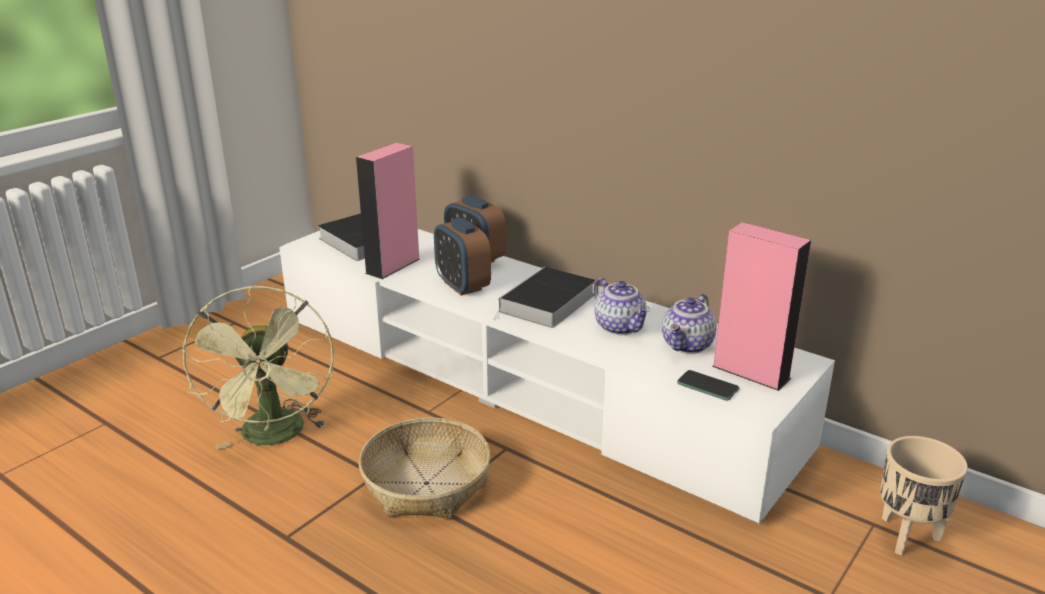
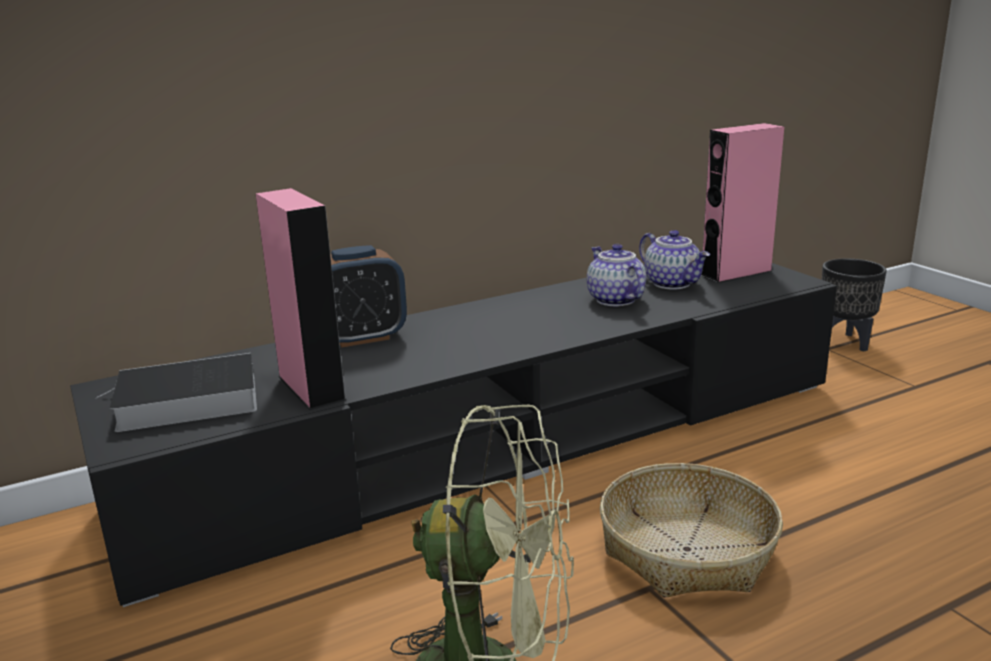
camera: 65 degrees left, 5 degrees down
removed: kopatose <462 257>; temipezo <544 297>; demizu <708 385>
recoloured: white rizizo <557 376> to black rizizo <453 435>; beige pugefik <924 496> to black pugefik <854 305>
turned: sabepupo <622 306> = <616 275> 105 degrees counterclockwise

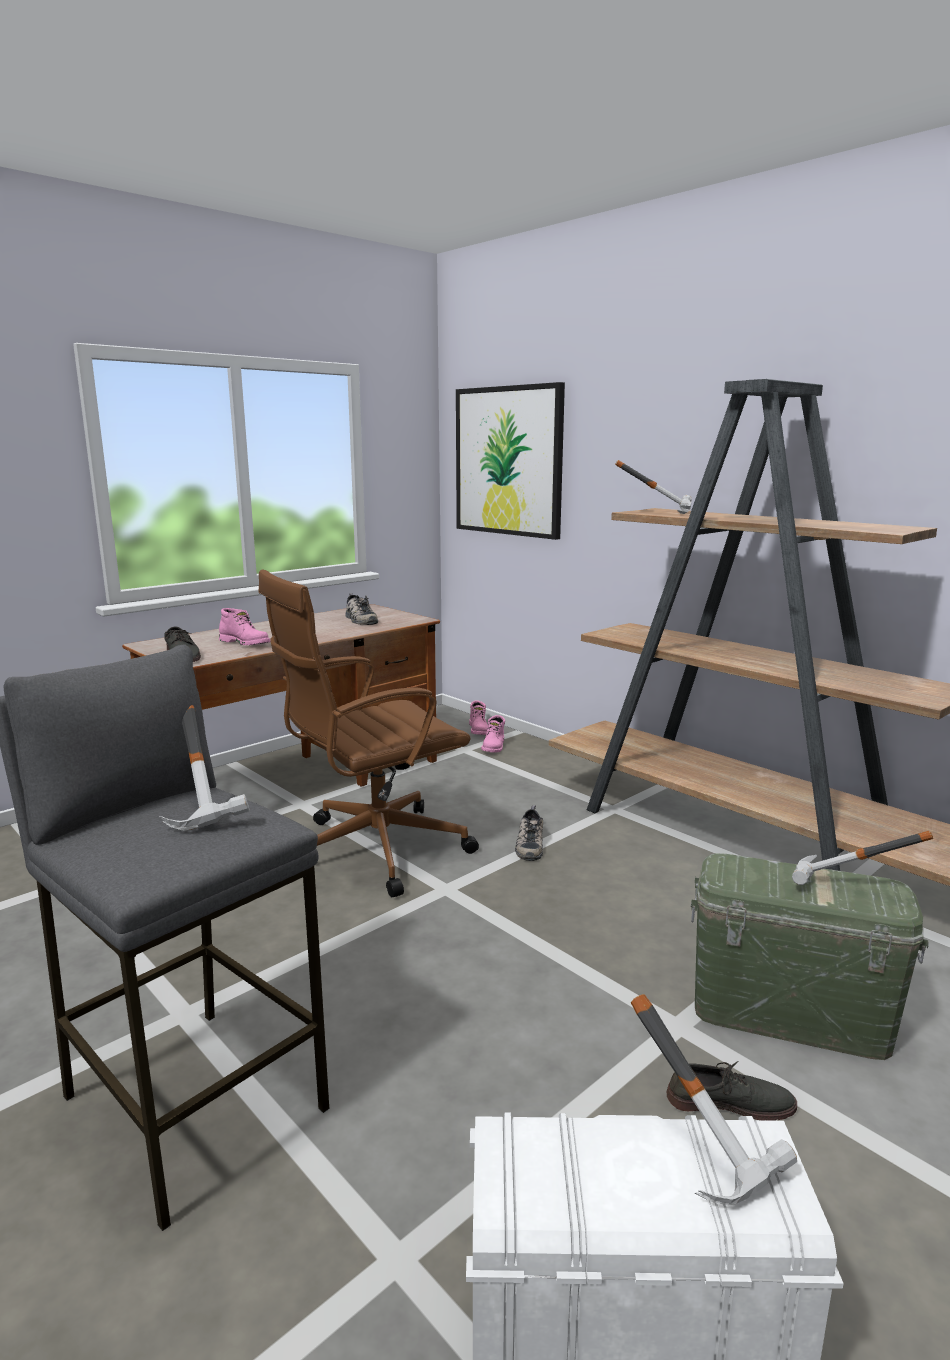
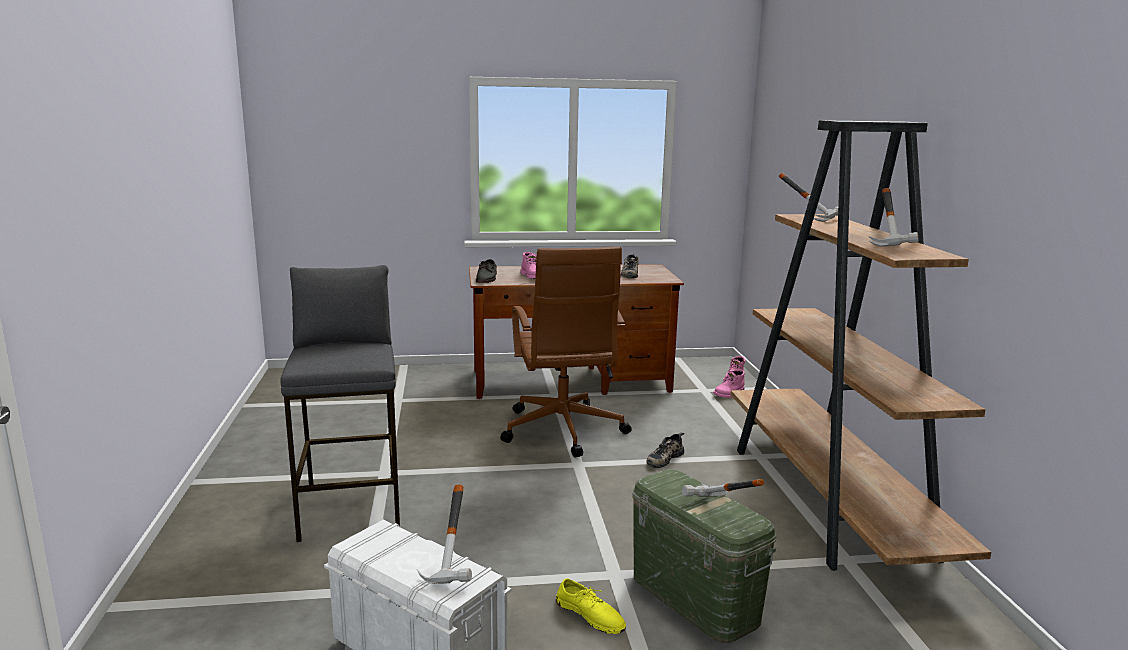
camera: 35 degrees right, 0 degrees up
removed: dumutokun <510 461>
moved: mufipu <204 768> to <893 217>
recoloured: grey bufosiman <731 1091> to yellow bufosiman <591 606>
turned: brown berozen <368 733> = <566 352> 105 degrees counterclockwise

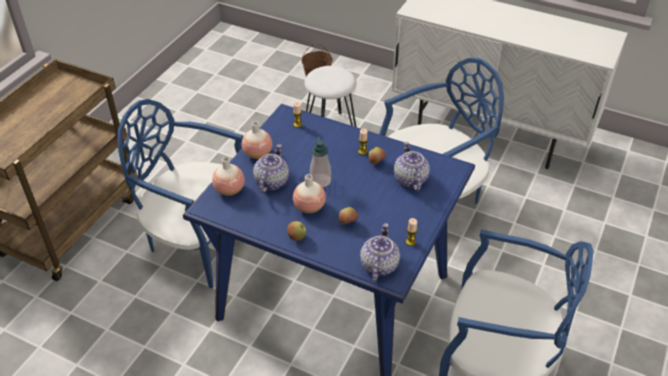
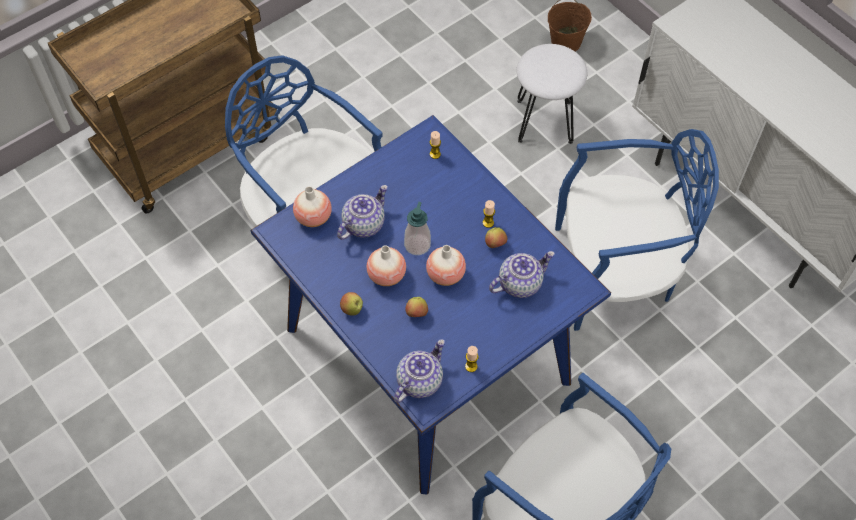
camera: 25 degrees right, 15 degrees up
moved: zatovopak <257 140> to <446 265>
turned: sabepupo <412 166> = <522 274> 45 degrees clockwise

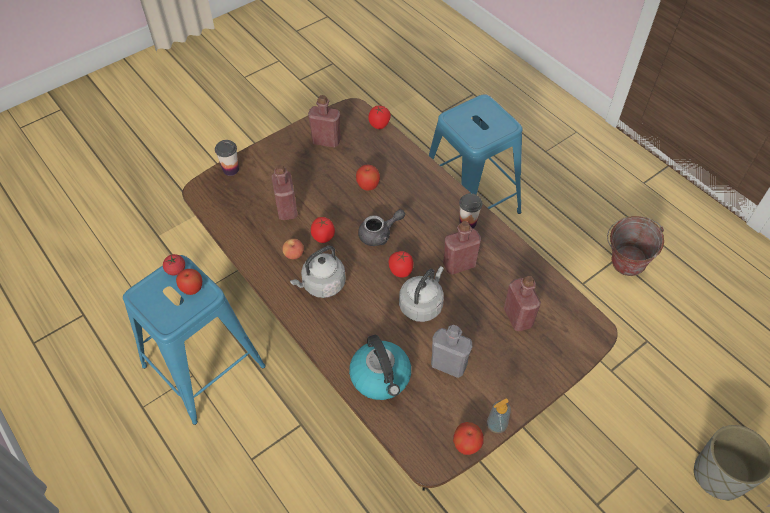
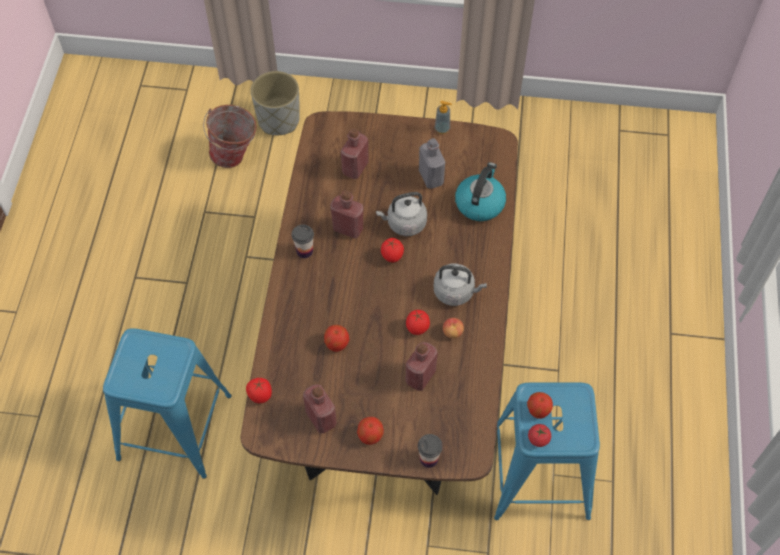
camera: 135 degrees left, 5 degrees up
removed: grey sabepupo <381 227>
moved: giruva <468 438> to <370 431>; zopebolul <635 246> to <230 136>

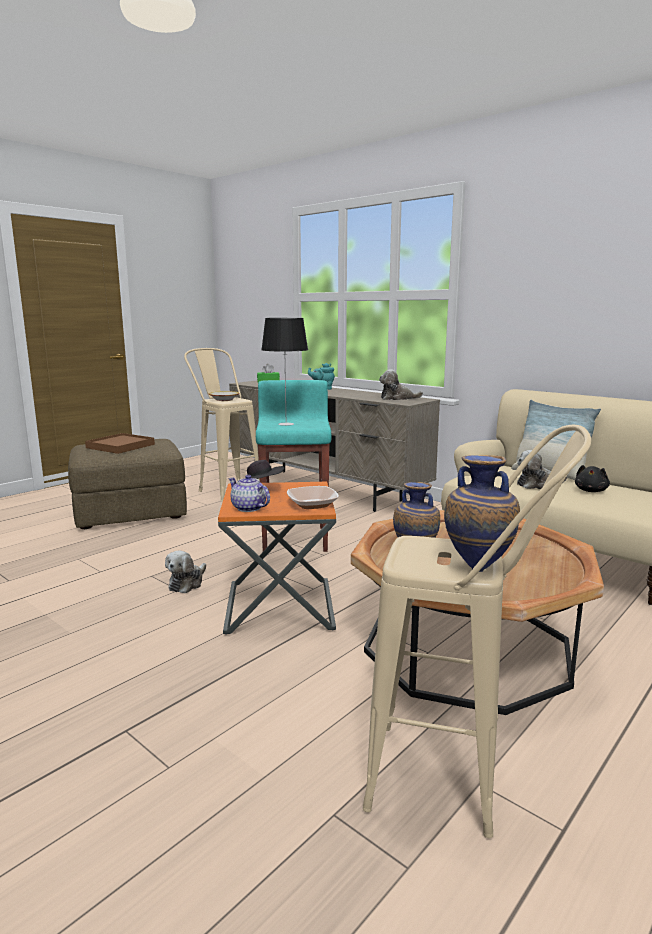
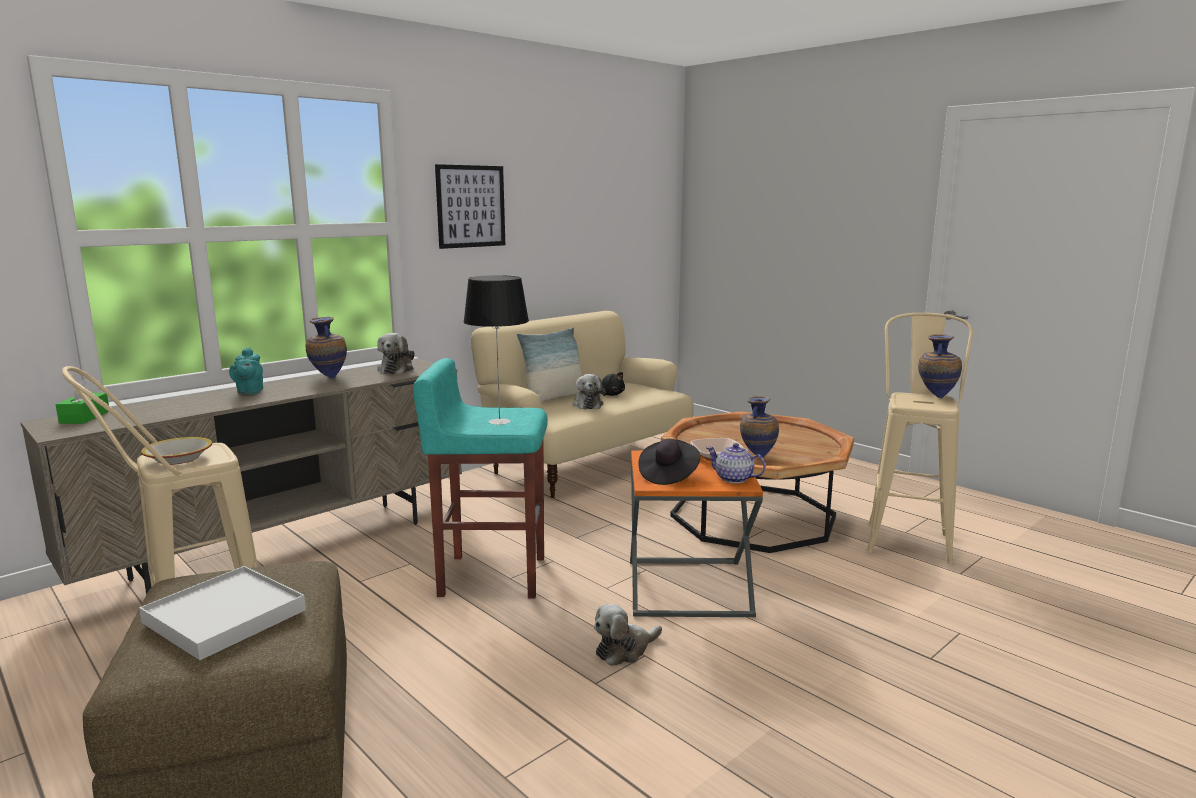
camera: 85 degrees left, 0 degrees up
added: zatovopak <326 347>; dumutokun <470 206>
recoloured: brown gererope <120 443> to white gererope <222 613>
turned: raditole <185 572> = <628 635> 120 degrees clockwise; sabepupo <249 493> = <736 463> 75 degrees clockwise

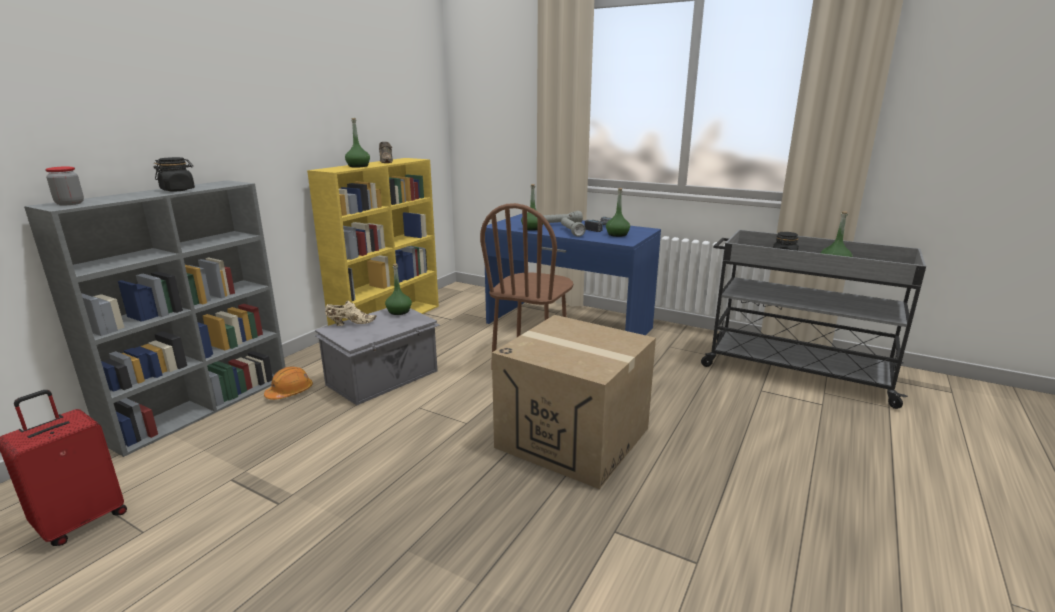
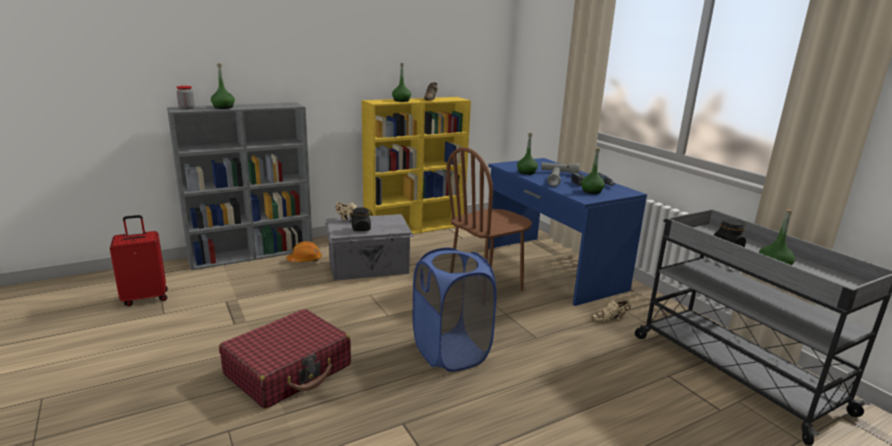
camera: 30 degrees right, 0 degrees up
added: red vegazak <285 359>; beige bufosiman <610 310>
moved: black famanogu <174 174> to <361 219>; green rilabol <398 289> to <223 86>
replaced: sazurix <574 402> to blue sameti <455 310>

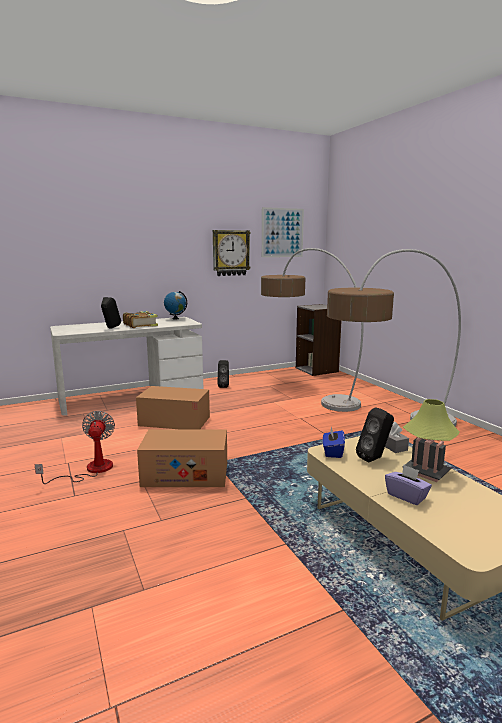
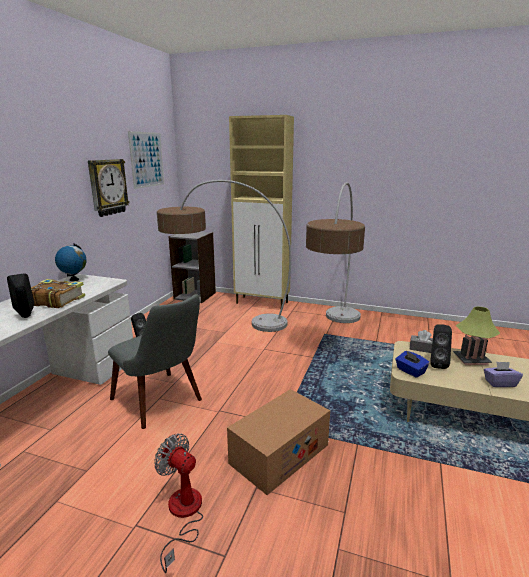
camera: 45 degrees left, 5 degrees up
added: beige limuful <261 210>
replaced: sazurix <173 407> to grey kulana <155 361>

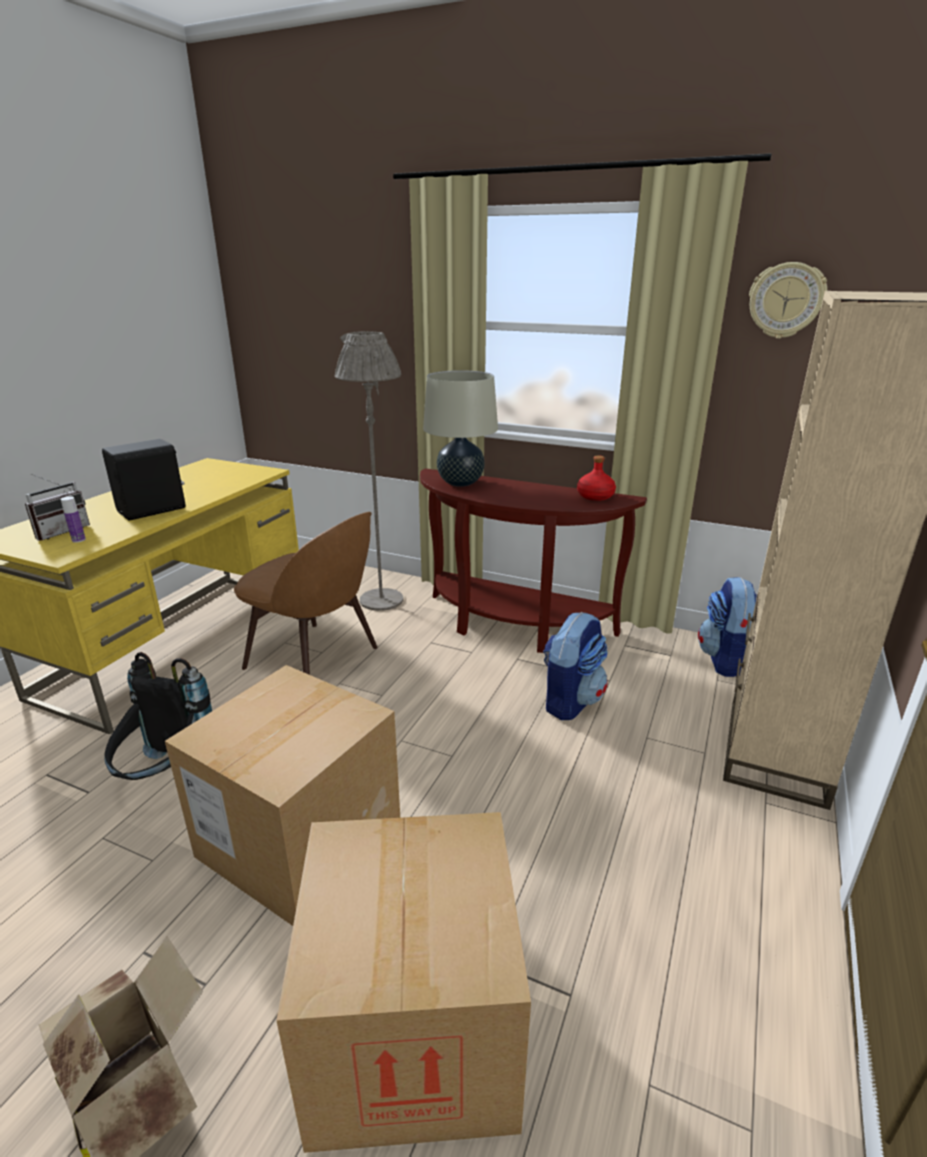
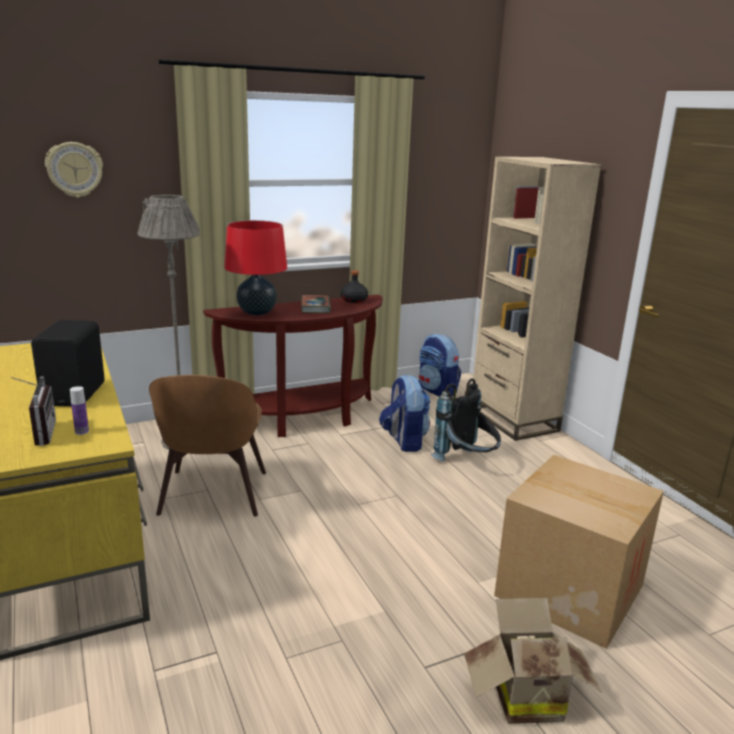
camera: 50 degrees left, 5 degrees down
removed: sazurix <282 795>
added: temipezo <316 304>
moved: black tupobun <158 716> to <466 420>; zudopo <788 300> to <74 170>
recoloured: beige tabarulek <460 428> to red tabarulek <255 267>; red rilabol <596 478> to black rilabol <354 286>
turned: brown kulana <306 593> = <207 446> 105 degrees clockwise

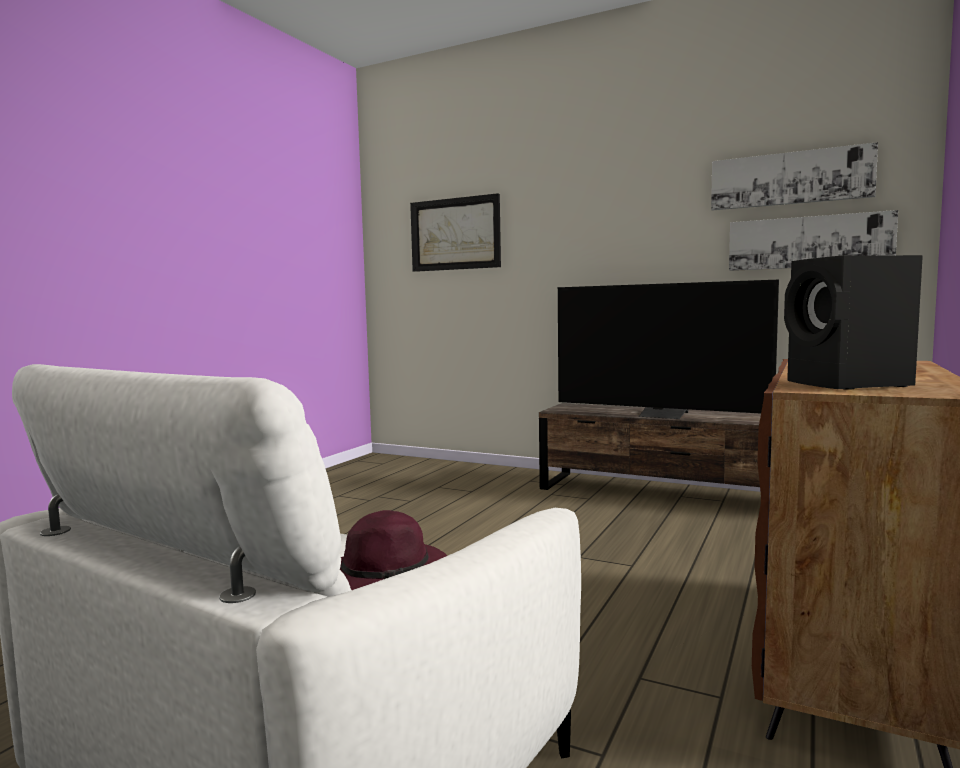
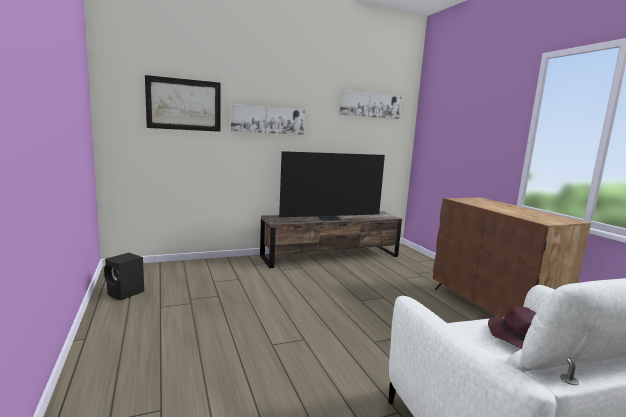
camera: 50 degrees left, 5 degrees up
moved: dumutokun <813 240> to <267 119>; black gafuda <853 322> to <124 276>

